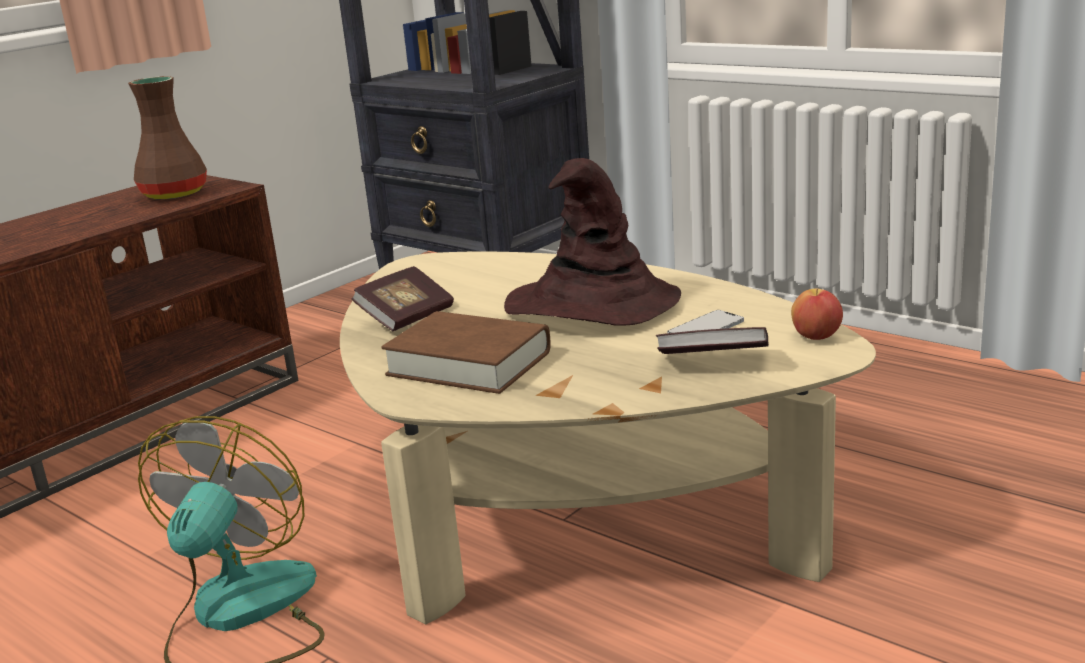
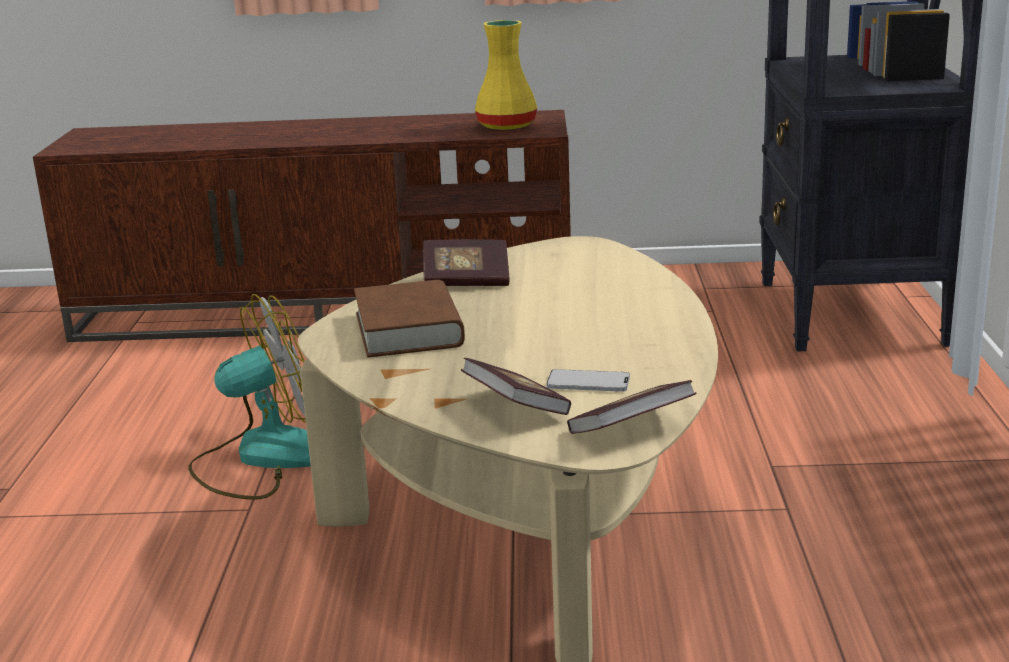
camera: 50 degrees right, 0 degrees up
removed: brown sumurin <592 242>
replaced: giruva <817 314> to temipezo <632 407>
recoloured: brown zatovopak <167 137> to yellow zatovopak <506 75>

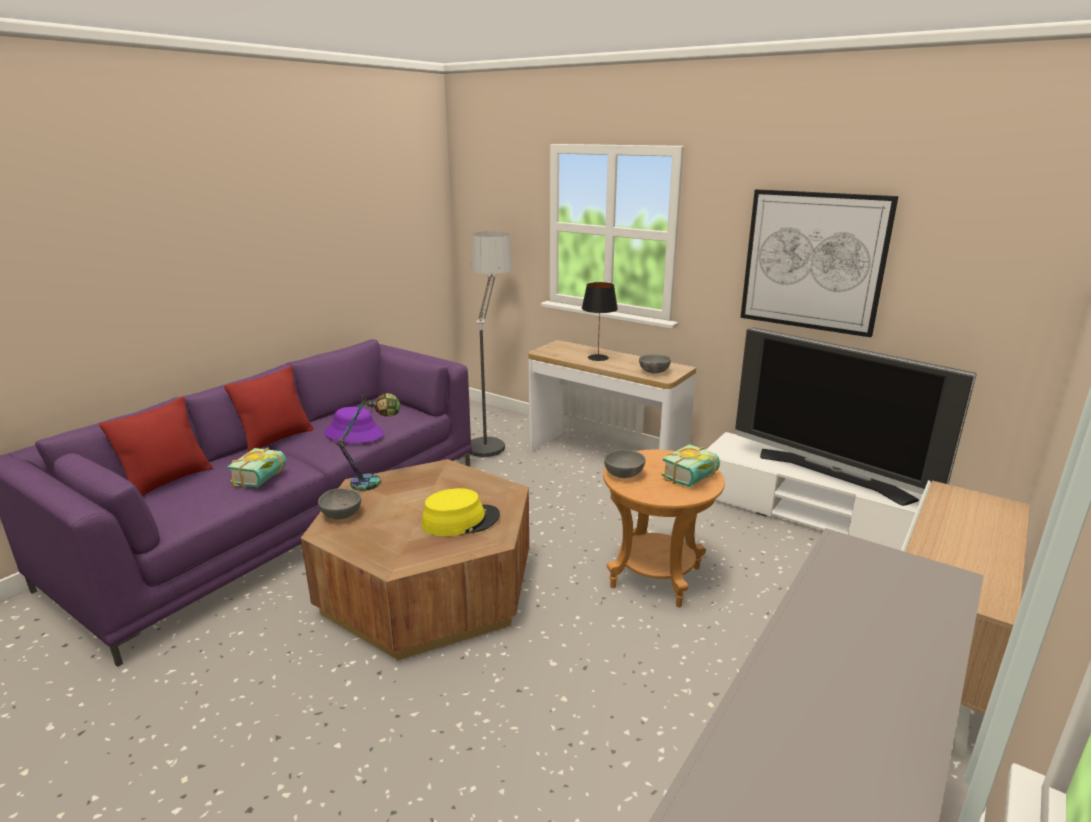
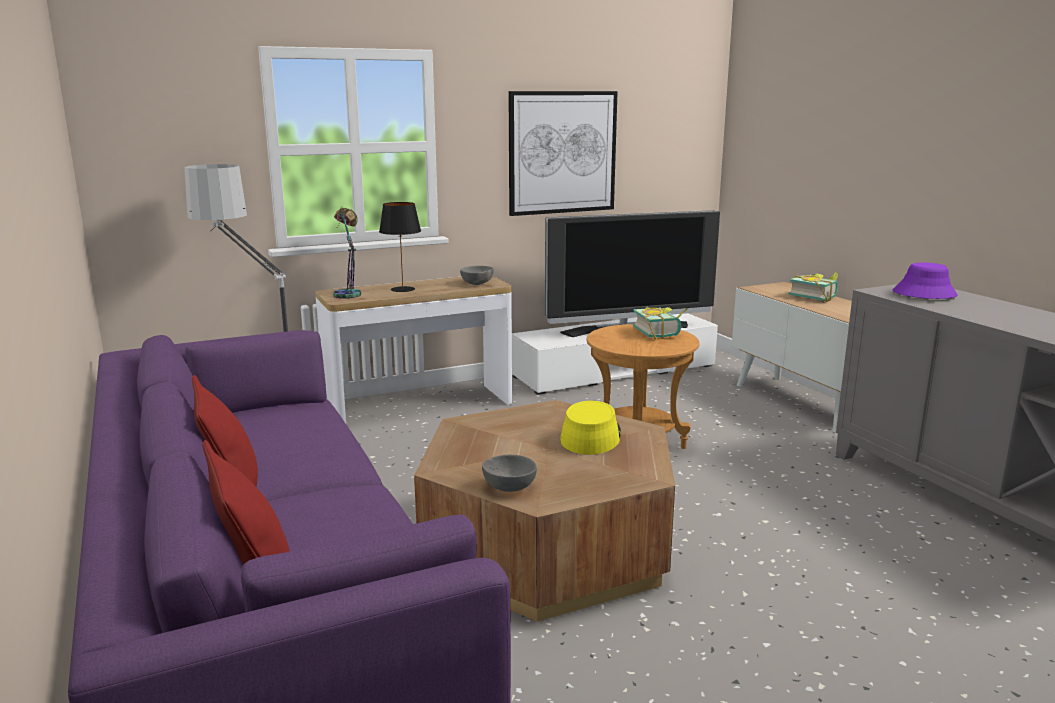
camera: 60 degrees left, 5 degrees down
removed: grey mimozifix <624 464>
moved: temipezo <256 468> to <813 287>; purple sumurin <354 425> to <925 280>; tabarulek <367 442> to <347 252>

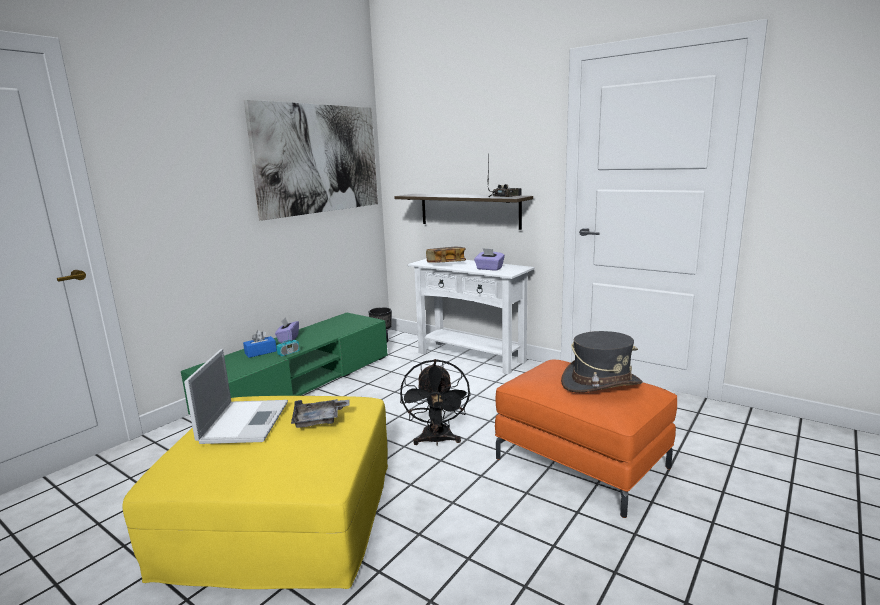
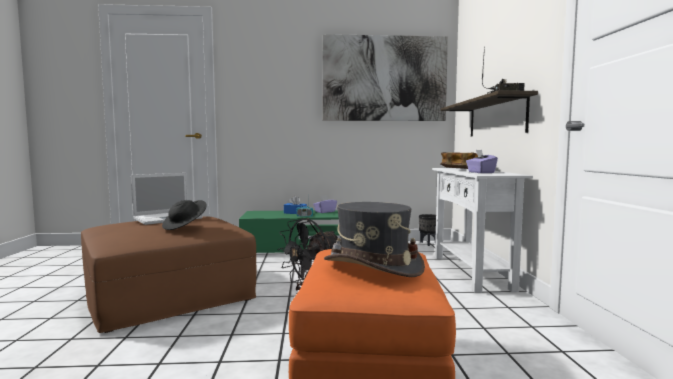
camera: 50 degrees right, 10 degrees down
replaced: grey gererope <320 413> to black sumurin <184 215>
recoloured: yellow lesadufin <255 492> to brown lesadufin <168 274>

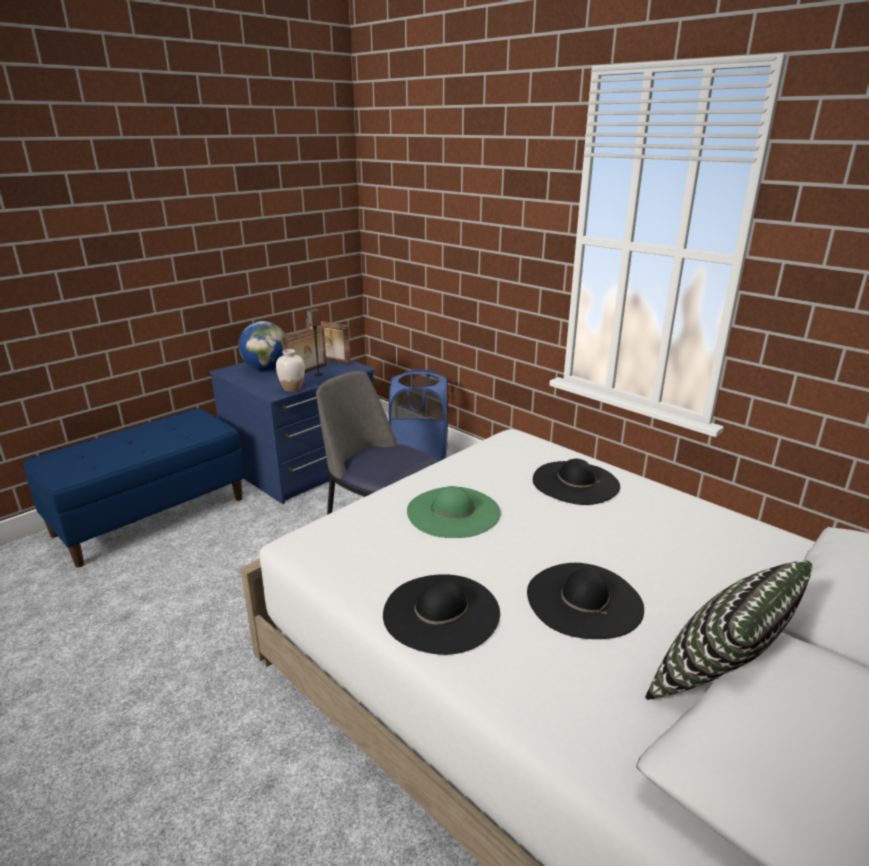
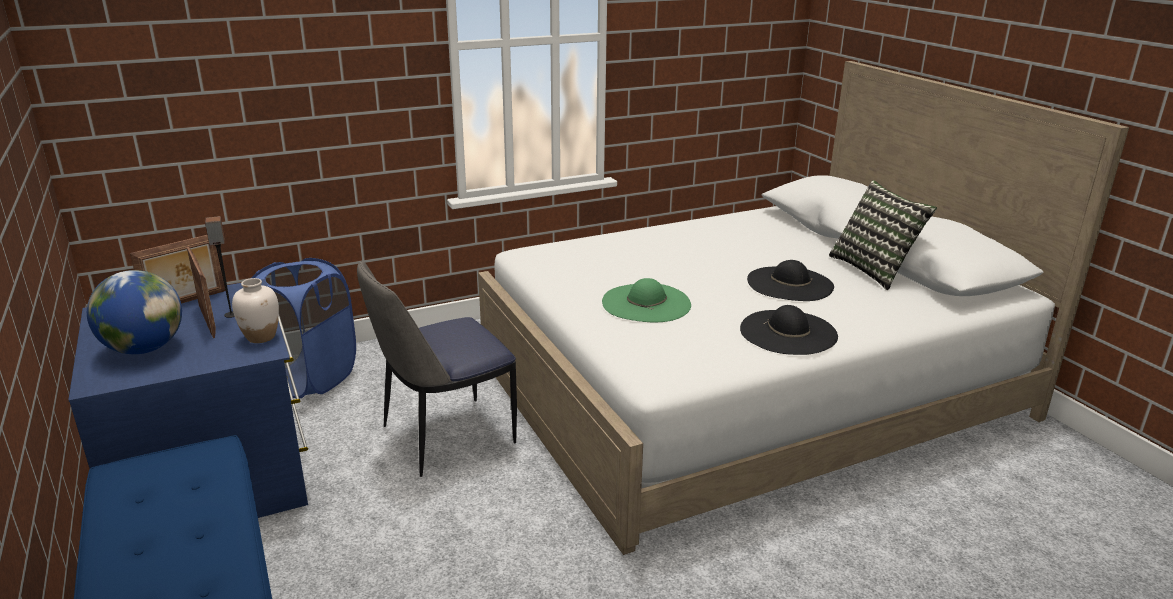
camera: 70 degrees left, 0 degrees up
removed: black sumurin <576 482>

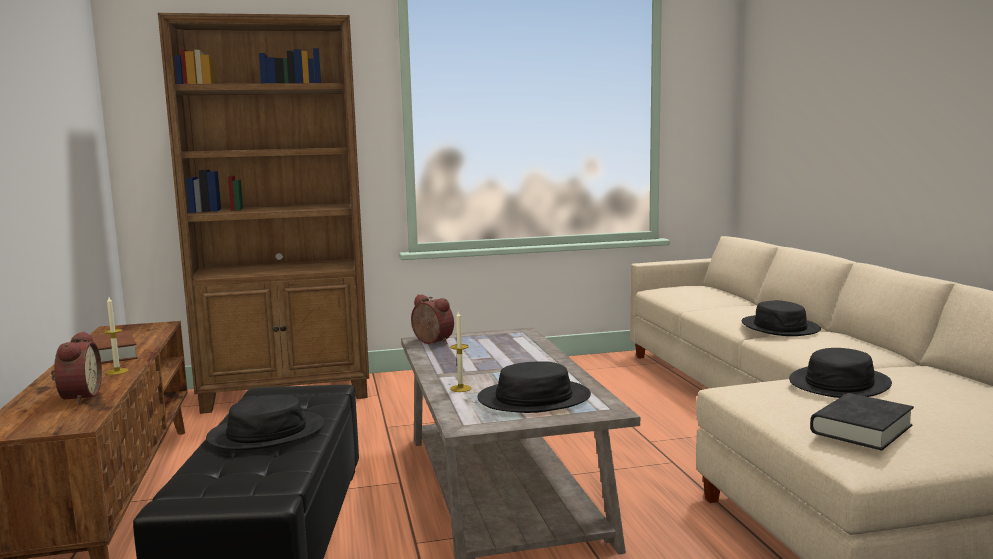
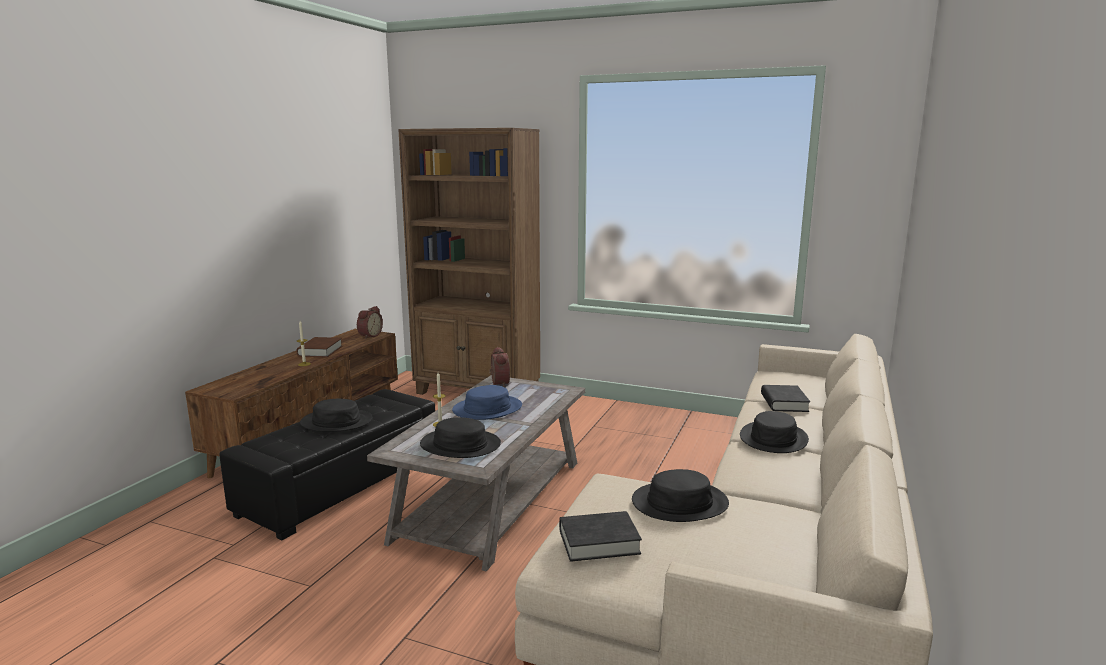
camera: 35 degrees right, 5 degrees up
added: blue sumurin <487 402>; black temipezo <785 398>
moved: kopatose <76 367> to <370 322>

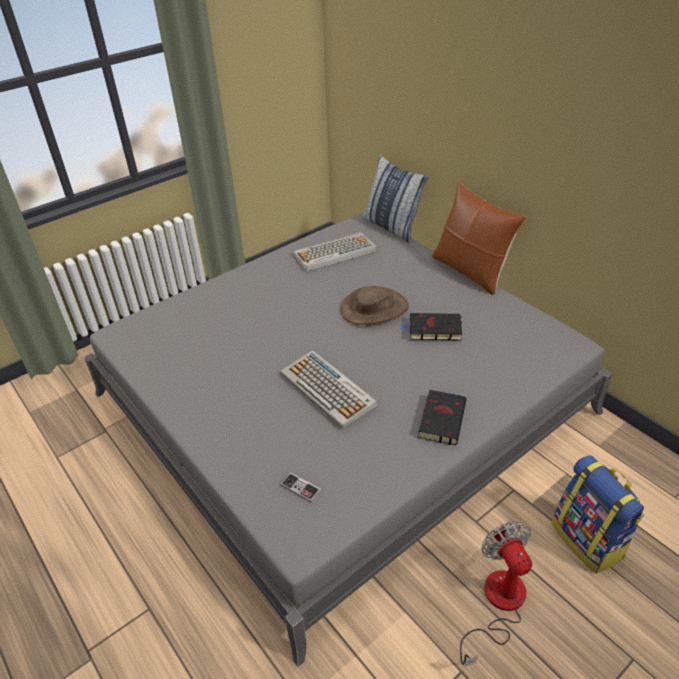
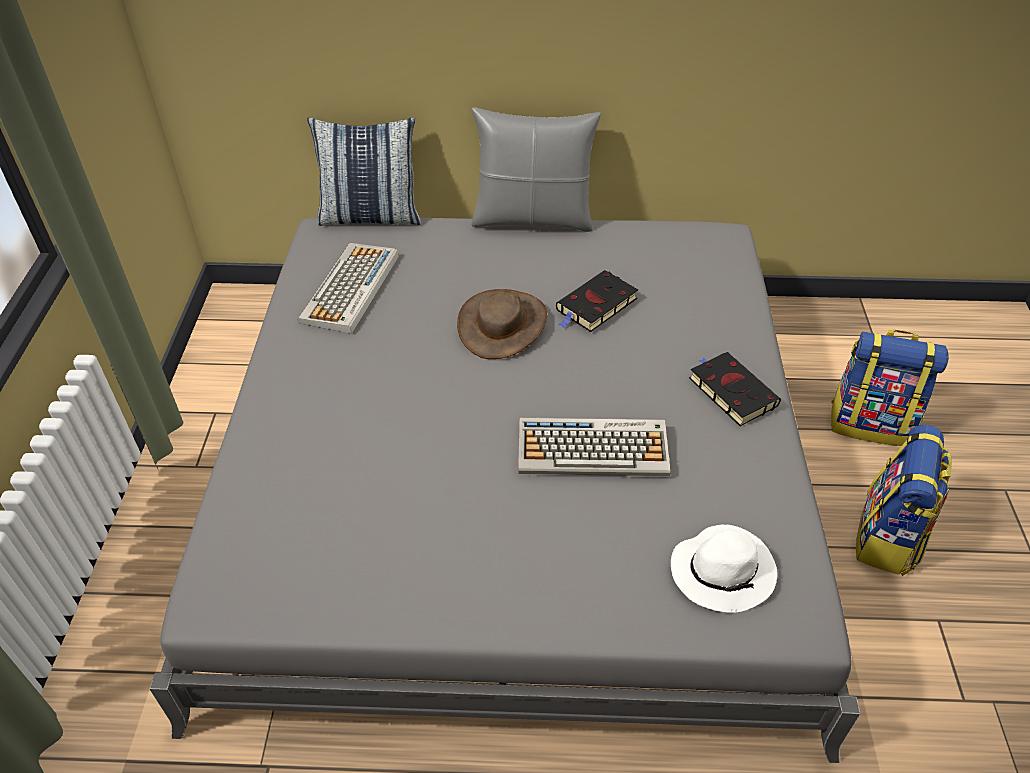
camera: 50 degrees left, 5 degrees up
replaced: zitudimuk <300 487> to white sumurin <724 569>; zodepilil <496 594> to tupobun <904 500>
recoloured: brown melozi <479 238> to grey melozi <536 169>

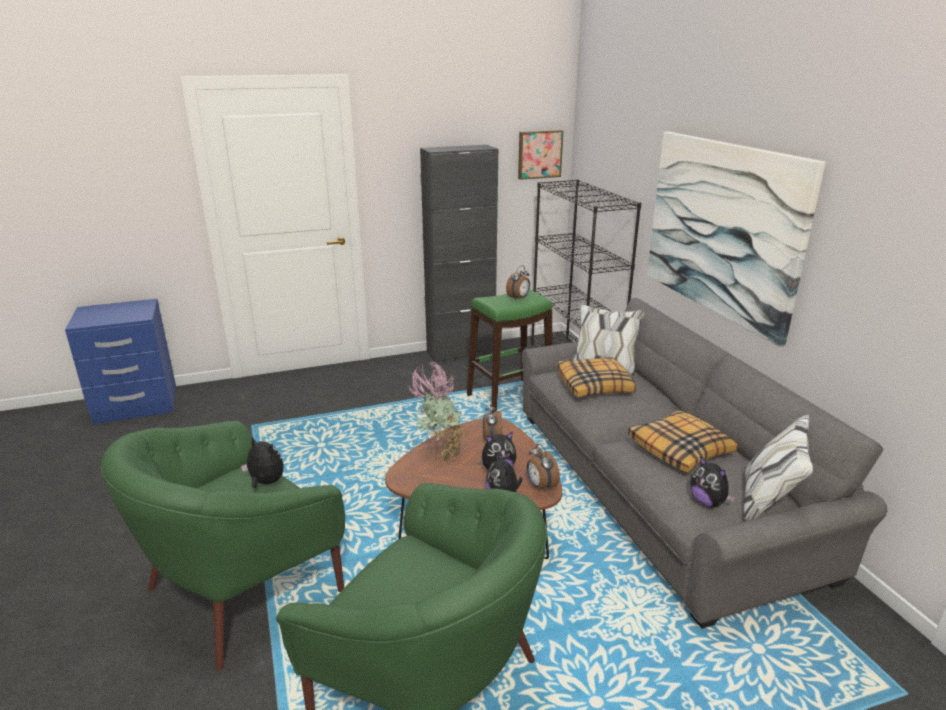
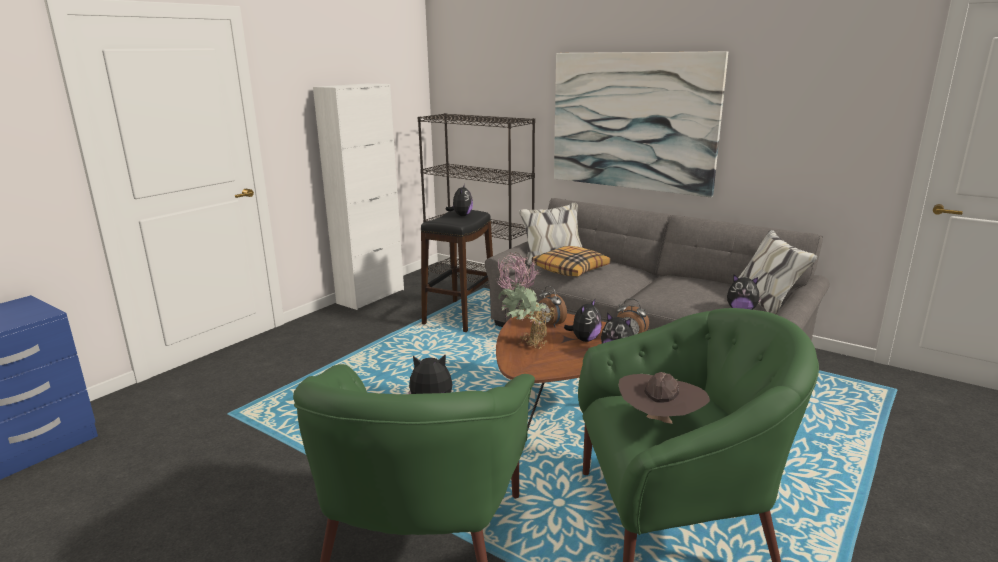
camera: 35 degrees left, 5 degrees down
removed: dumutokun <540 155>; melozi <683 441>
added: brown sumurin <664 398>
replaced: kopatose <518 283> to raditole <459 200>
recoloured: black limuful <459 254> to white limuful <358 196>; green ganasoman <509 351> to black ganasoman <457 271>

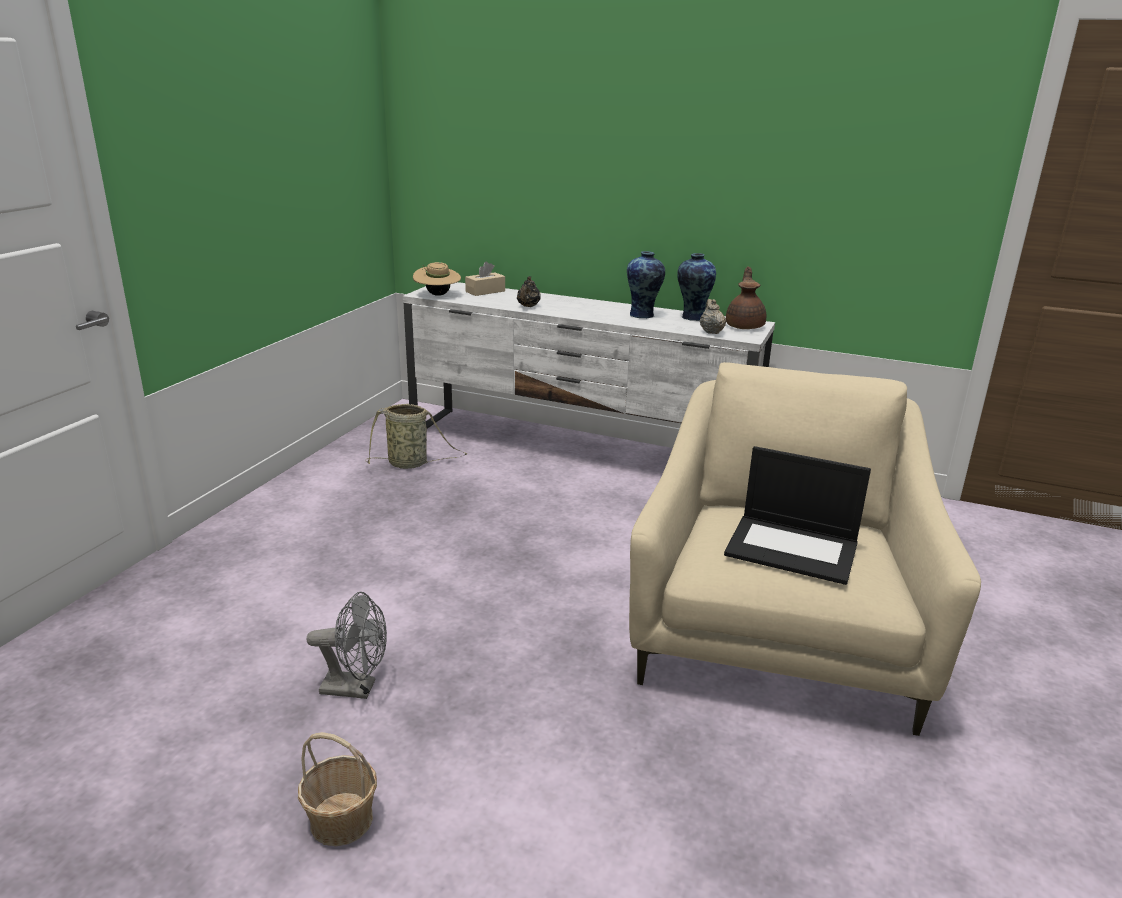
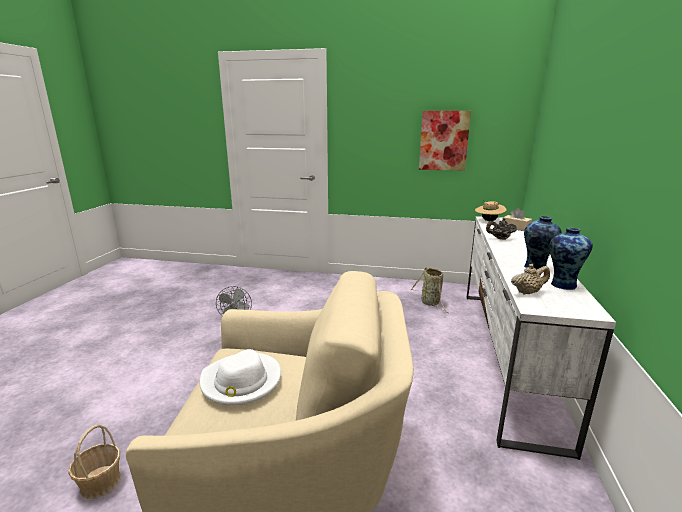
camera: 80 degrees right, 5 degrees down
removed: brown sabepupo <746 297>
added: dumutokun <445 141>
moved: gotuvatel <337 789> to <94 462>
replaced: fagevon <797 515> to white sumurin <240 377>

